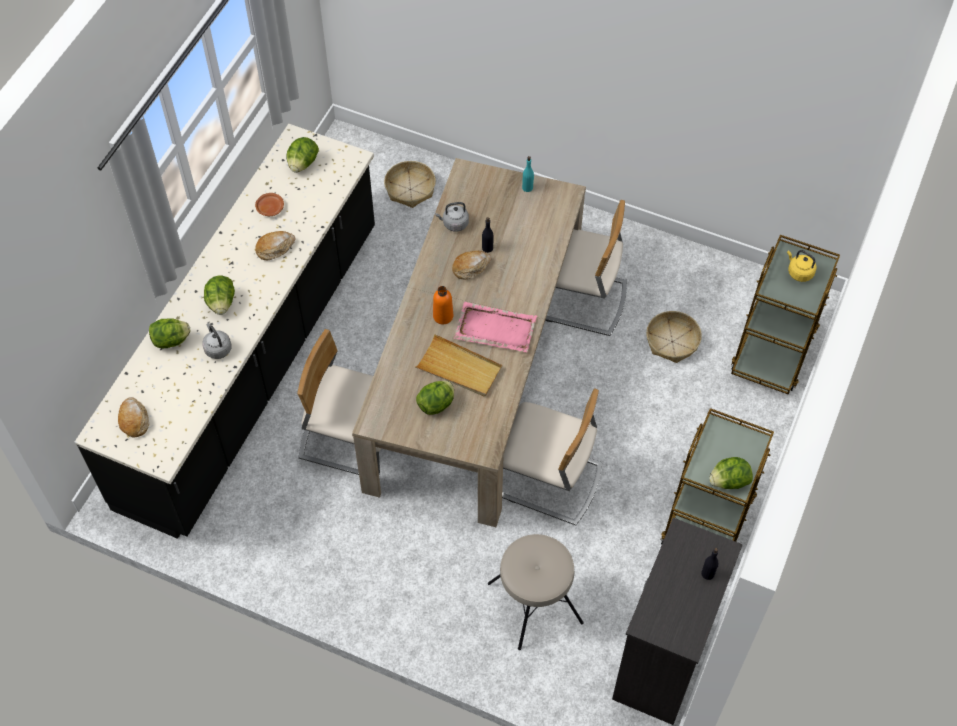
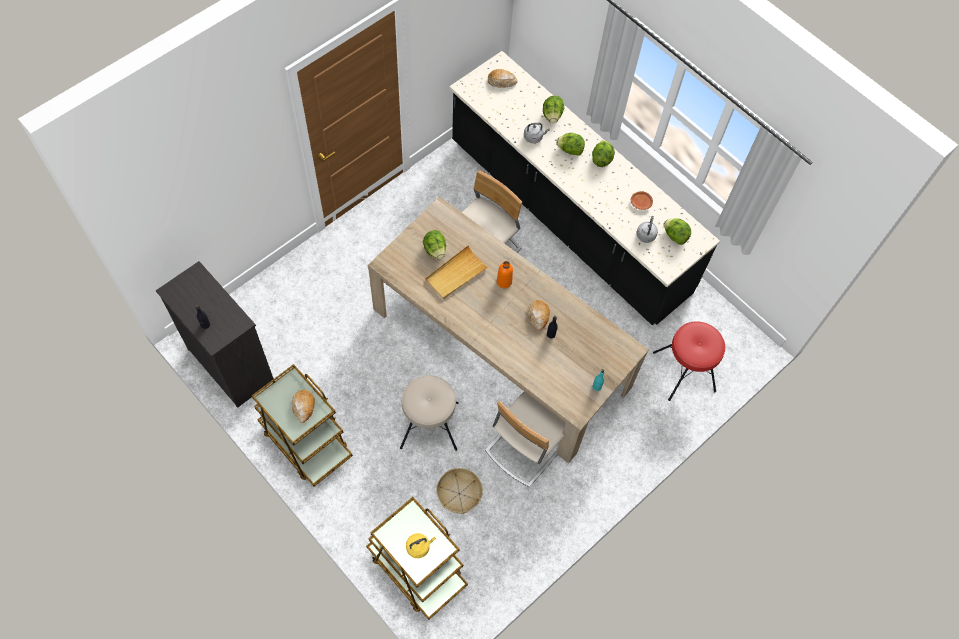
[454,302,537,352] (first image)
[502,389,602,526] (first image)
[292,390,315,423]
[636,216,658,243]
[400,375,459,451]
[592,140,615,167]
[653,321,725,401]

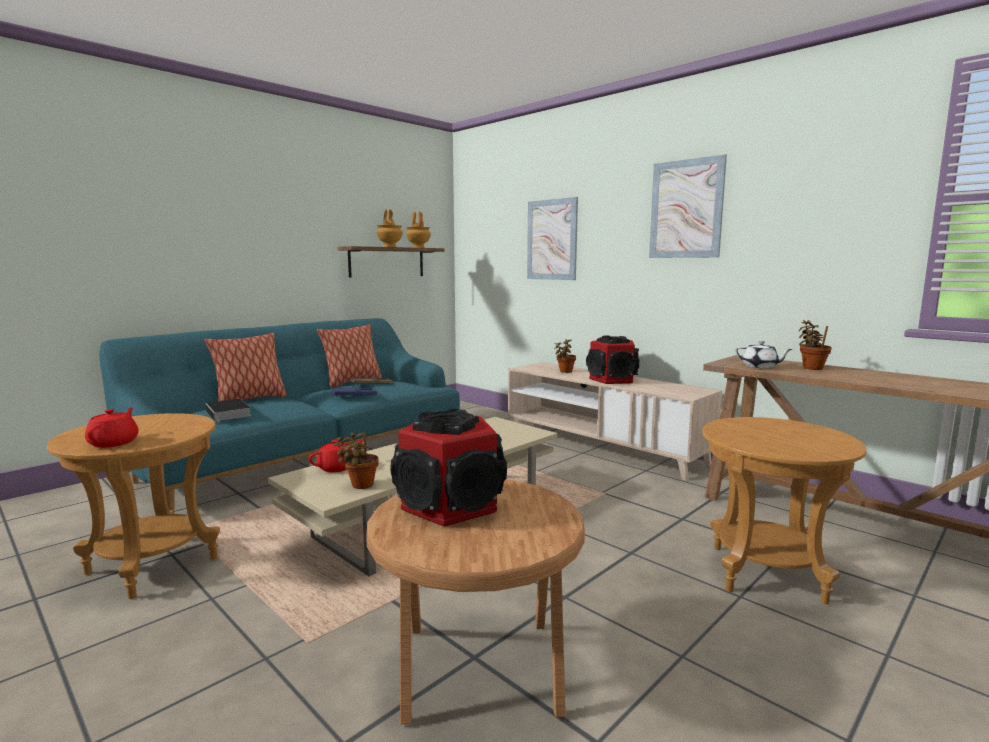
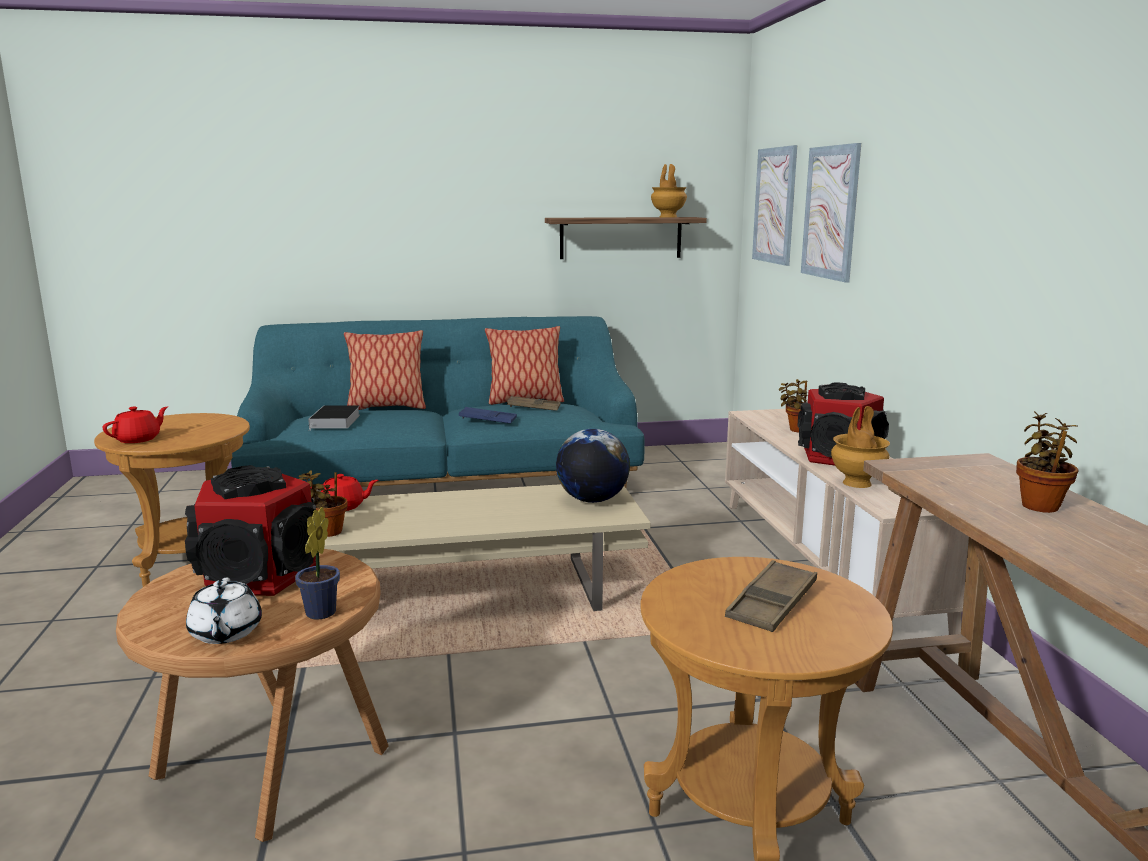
[295,507,340,619]
[556,429,630,503]
[725,560,817,632]
[831,406,890,488]
[752,145,797,266]
[186,578,262,644]

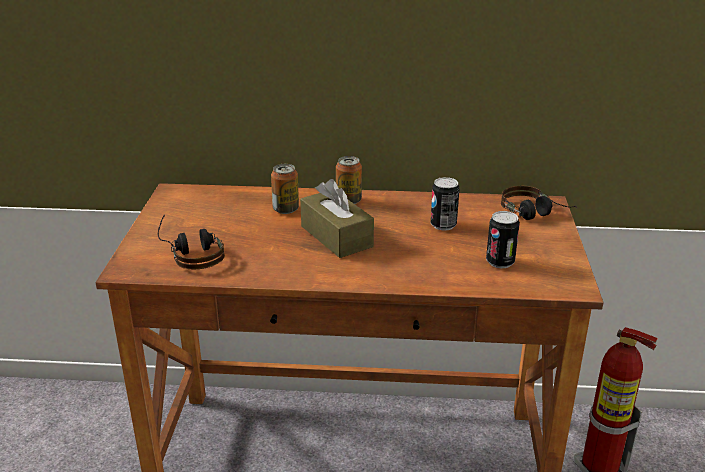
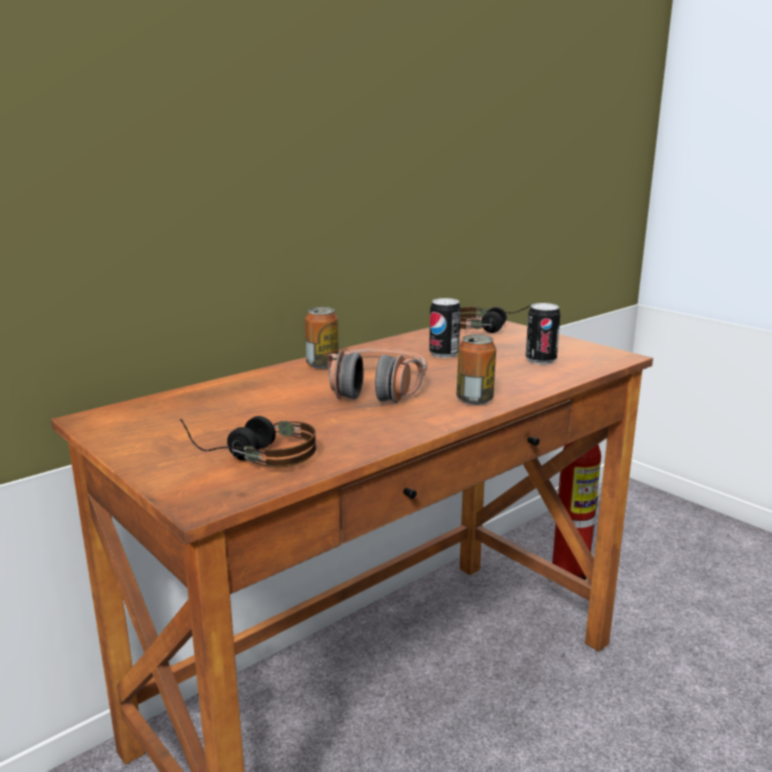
[457,334,496,405]
[327,348,427,404]

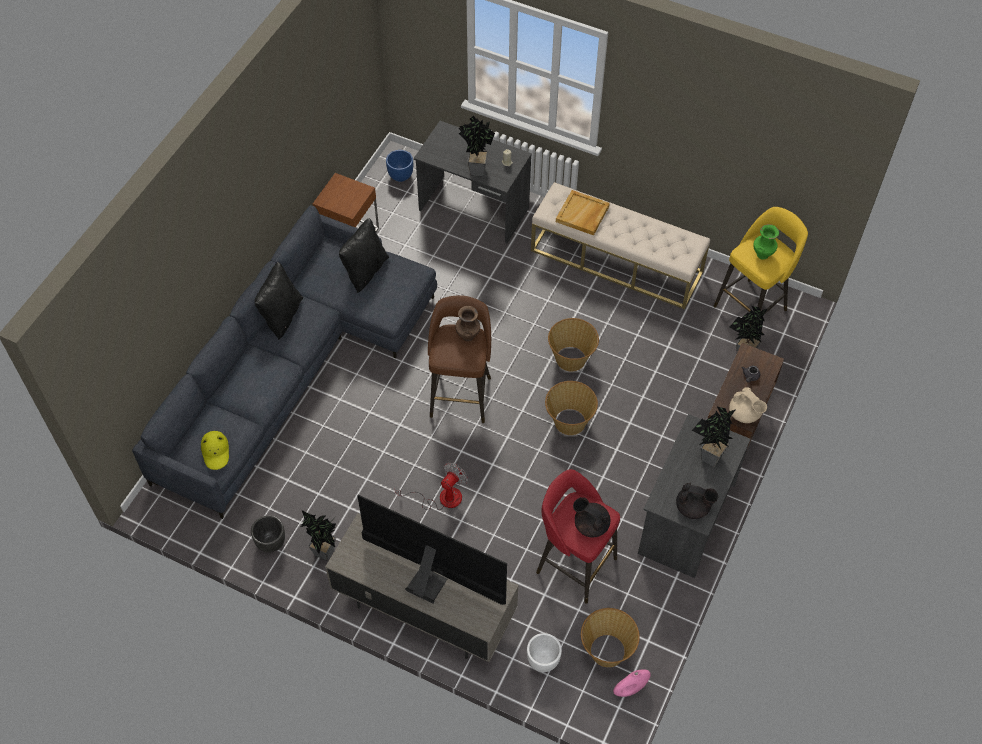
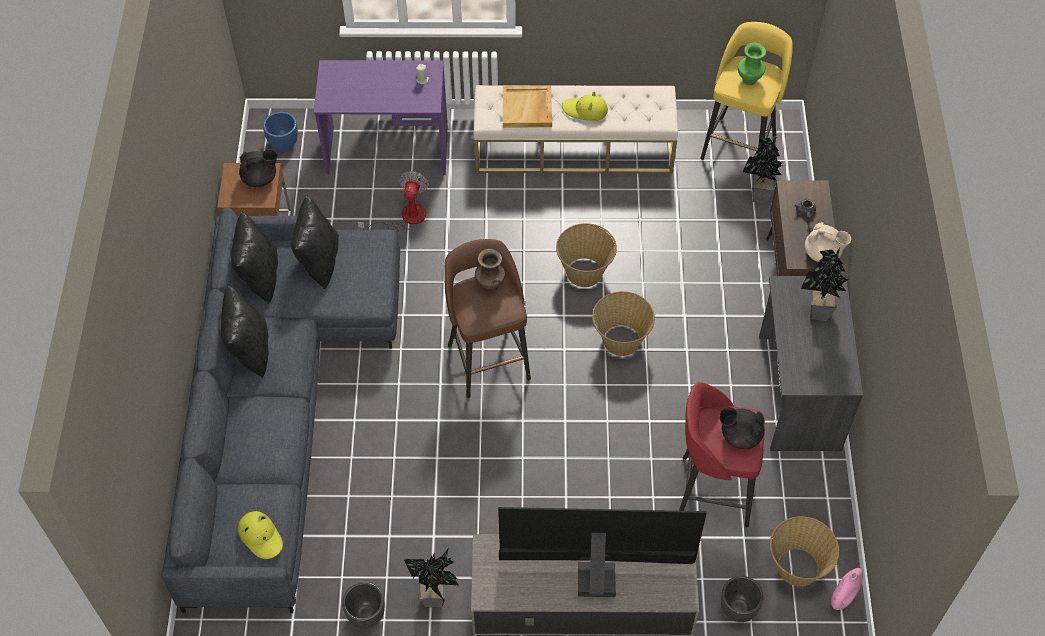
[458,116,495,177] (first image)
[231,213,278,303]
[562,91,608,121]
[357,171,429,233]
[239,149,277,187]
[314,60,448,175]
[721,576,764,622]

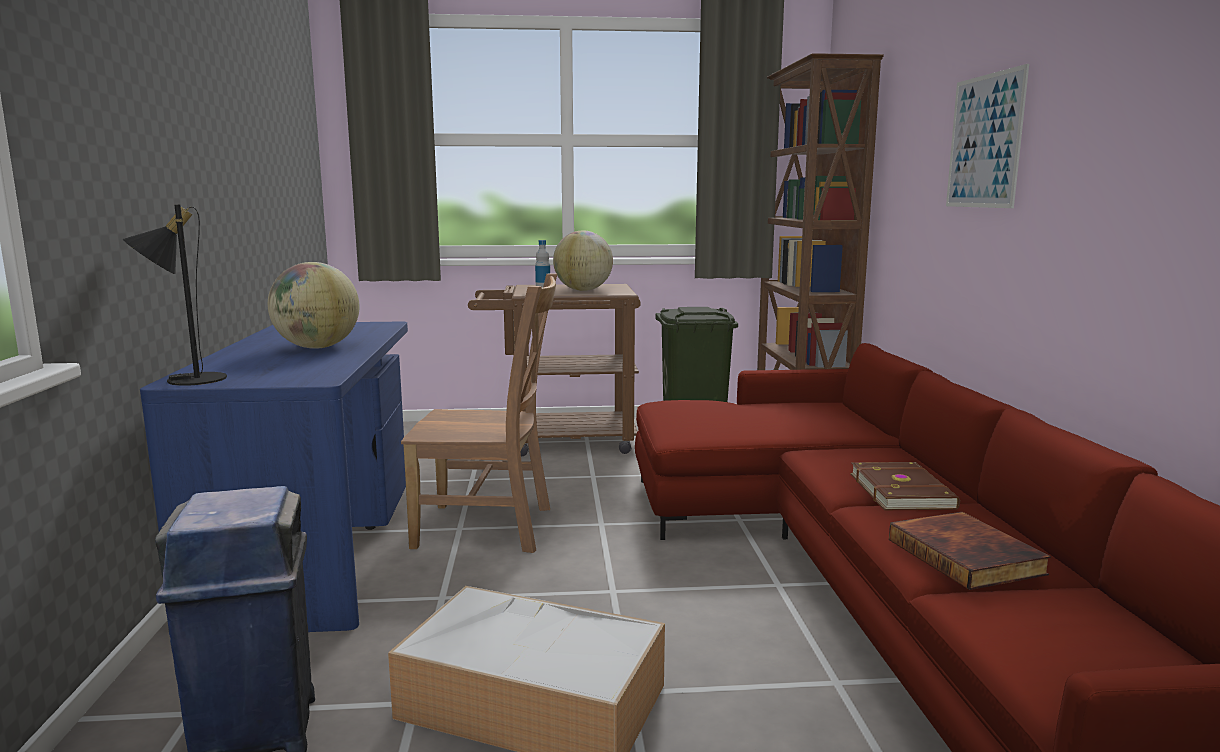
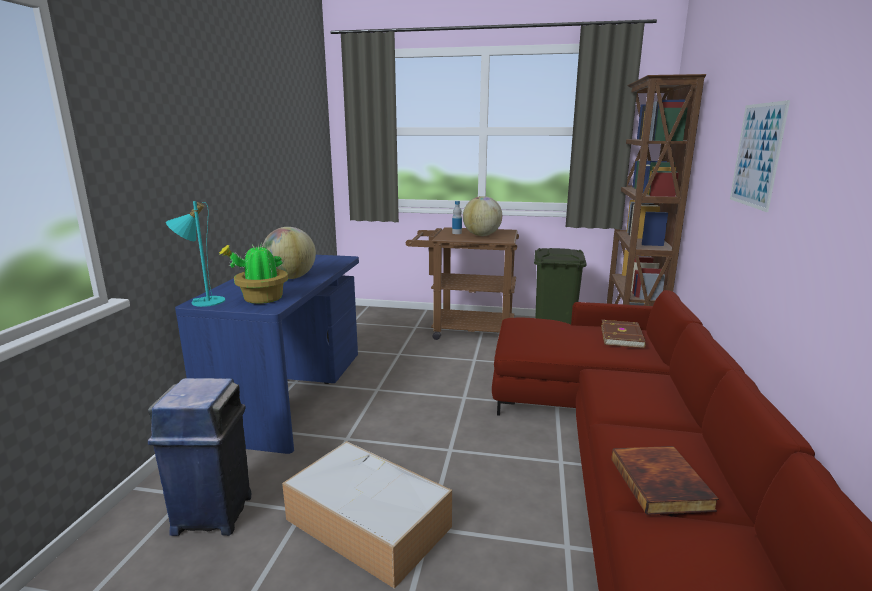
[401,273,557,553] (first image)
[219,241,288,304]
[601,320,646,348]
[166,201,225,307]

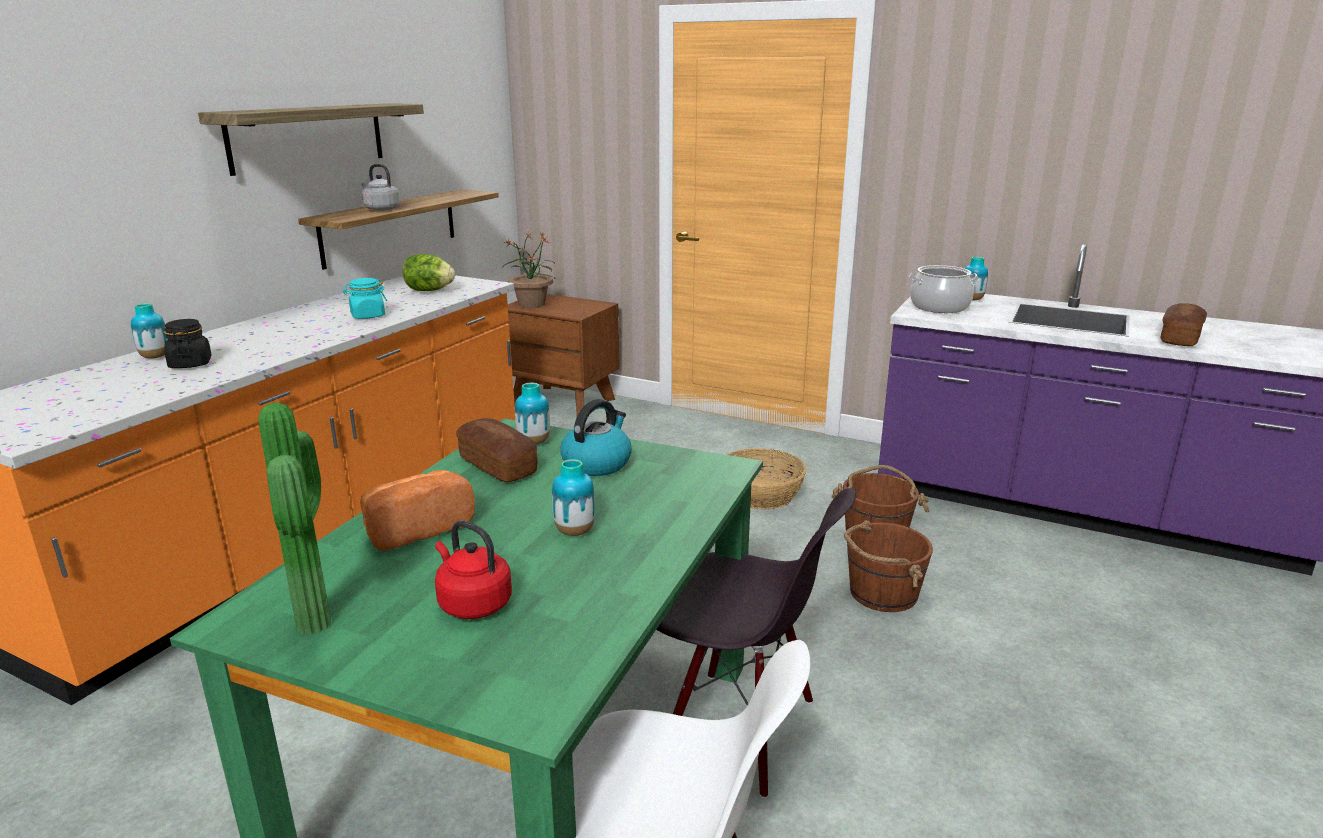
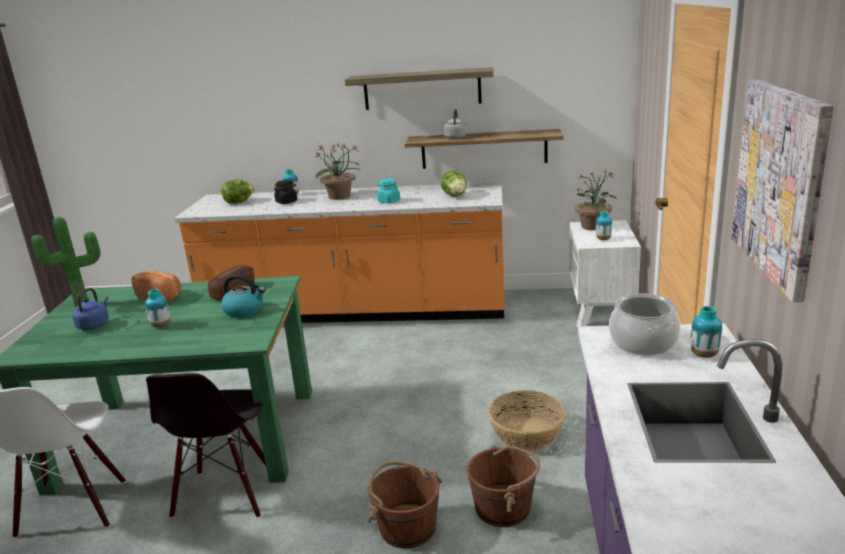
[1160,303,1207,346] (first image)
[221,179,254,204]
[313,144,361,200]
[732,79,834,302]
[596,211,612,240]
[72,288,109,330]
[569,220,641,327]

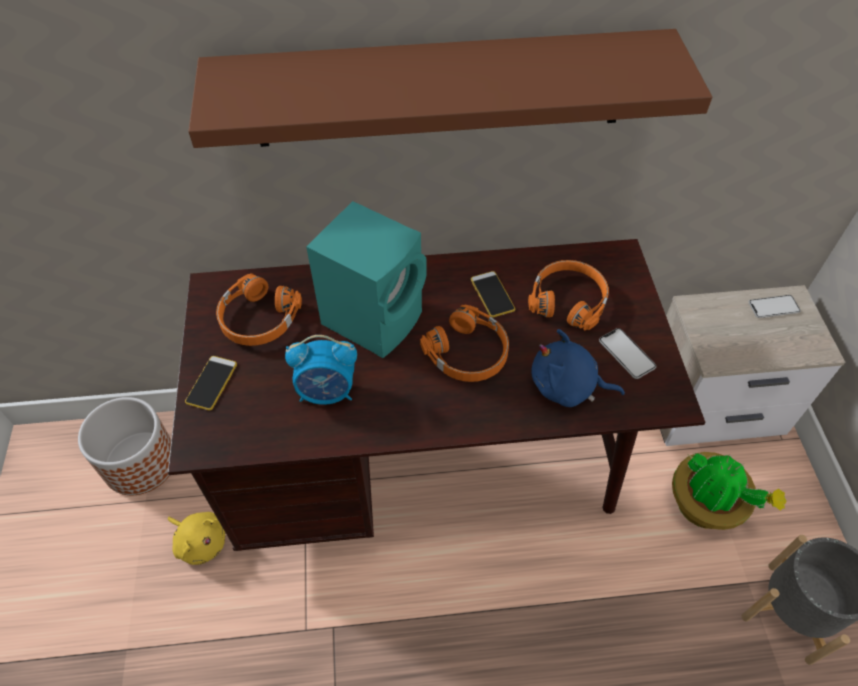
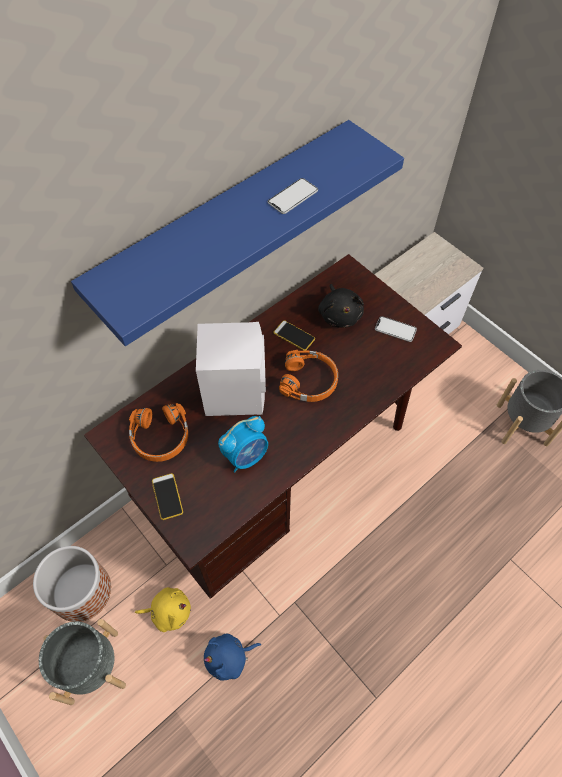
[672,452,787,530] (first image)
[39,619,126,705]
[204,634,261,681]
[268,178,318,214]
[318,284,364,328]
[71,120,404,346]
[196,322,266,416]

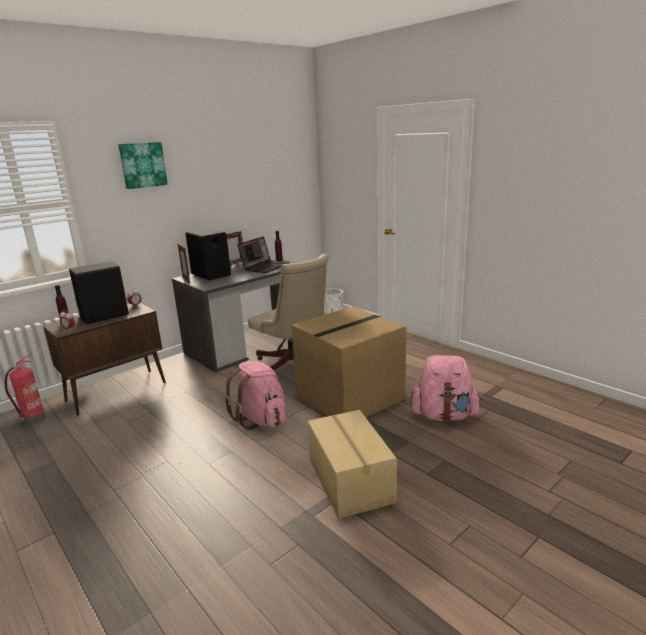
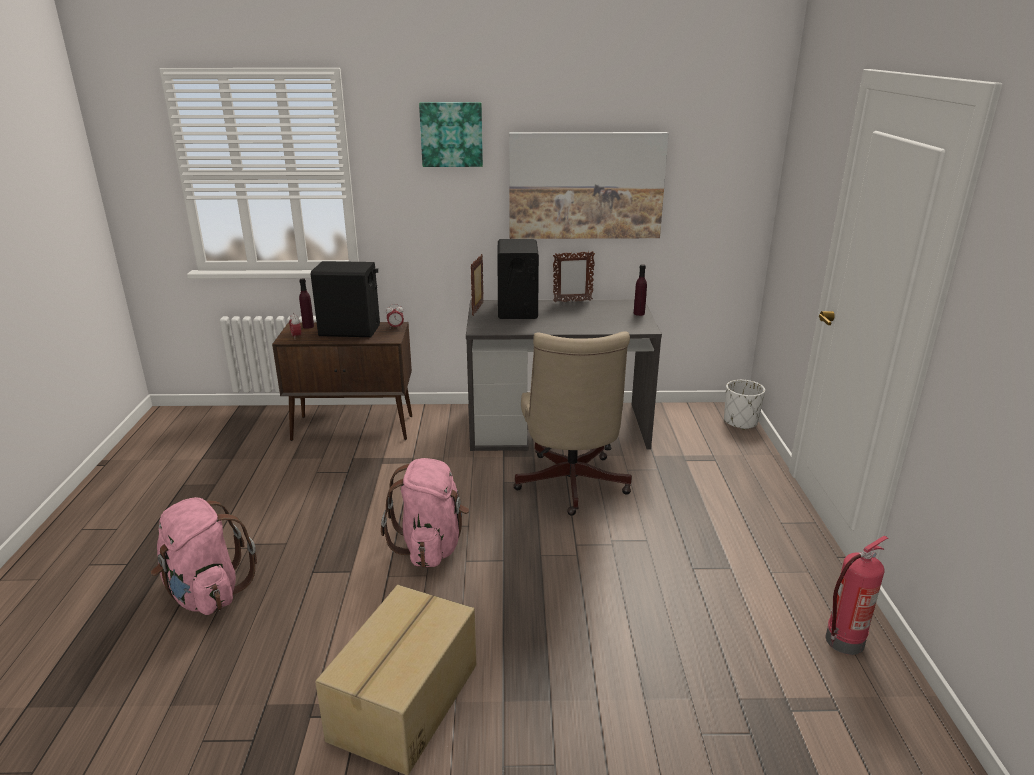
[238,236,290,273] (first image)
[291,306,406,417] (first image)
[509,132,669,239]
[826,536,889,655]
[151,497,257,615]

